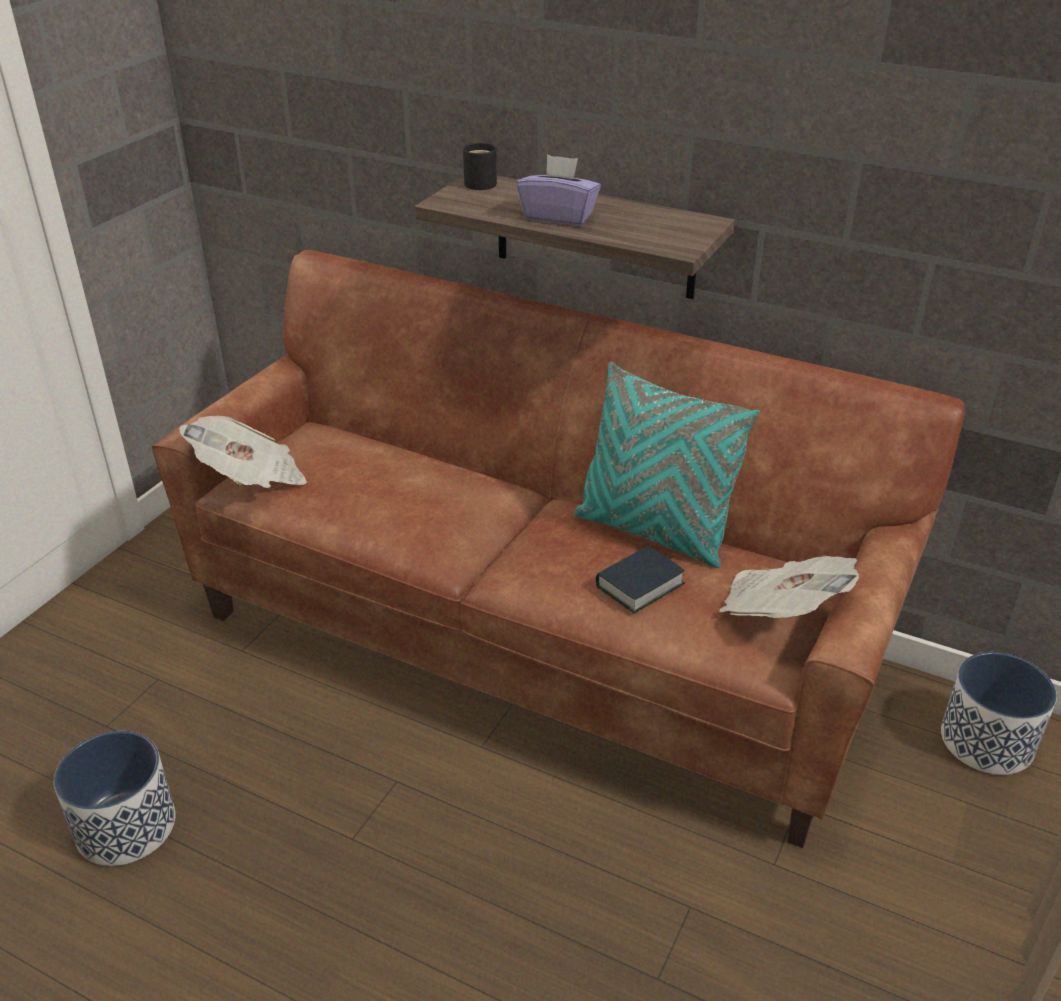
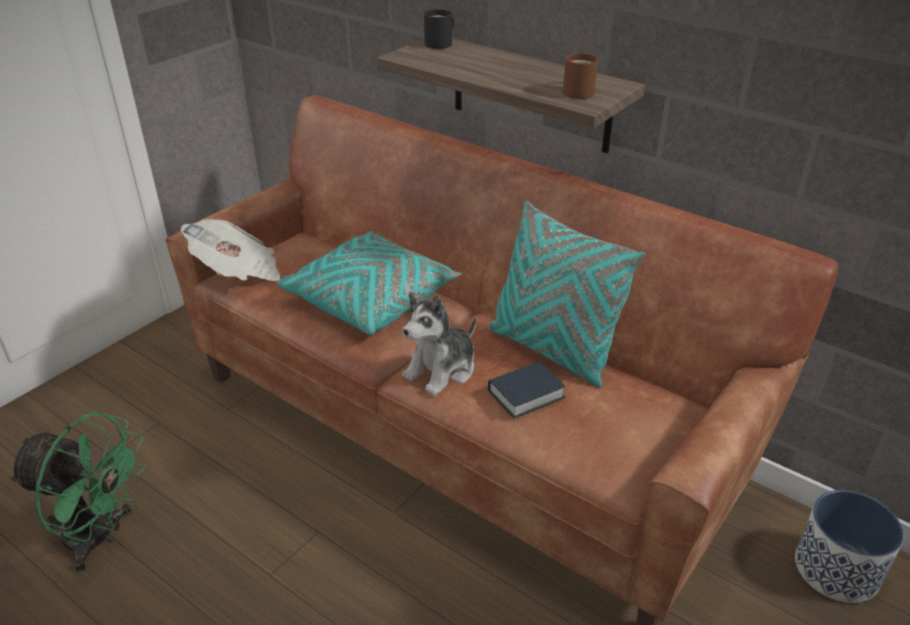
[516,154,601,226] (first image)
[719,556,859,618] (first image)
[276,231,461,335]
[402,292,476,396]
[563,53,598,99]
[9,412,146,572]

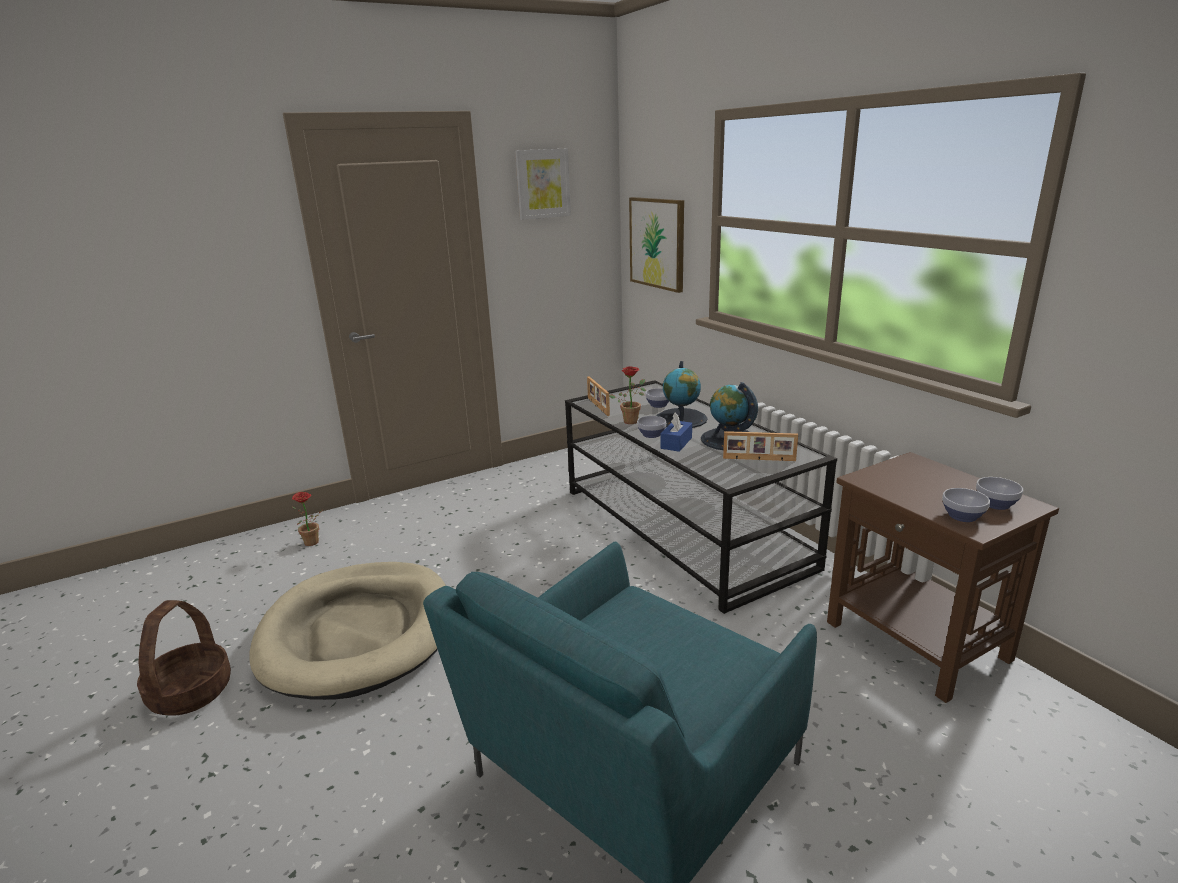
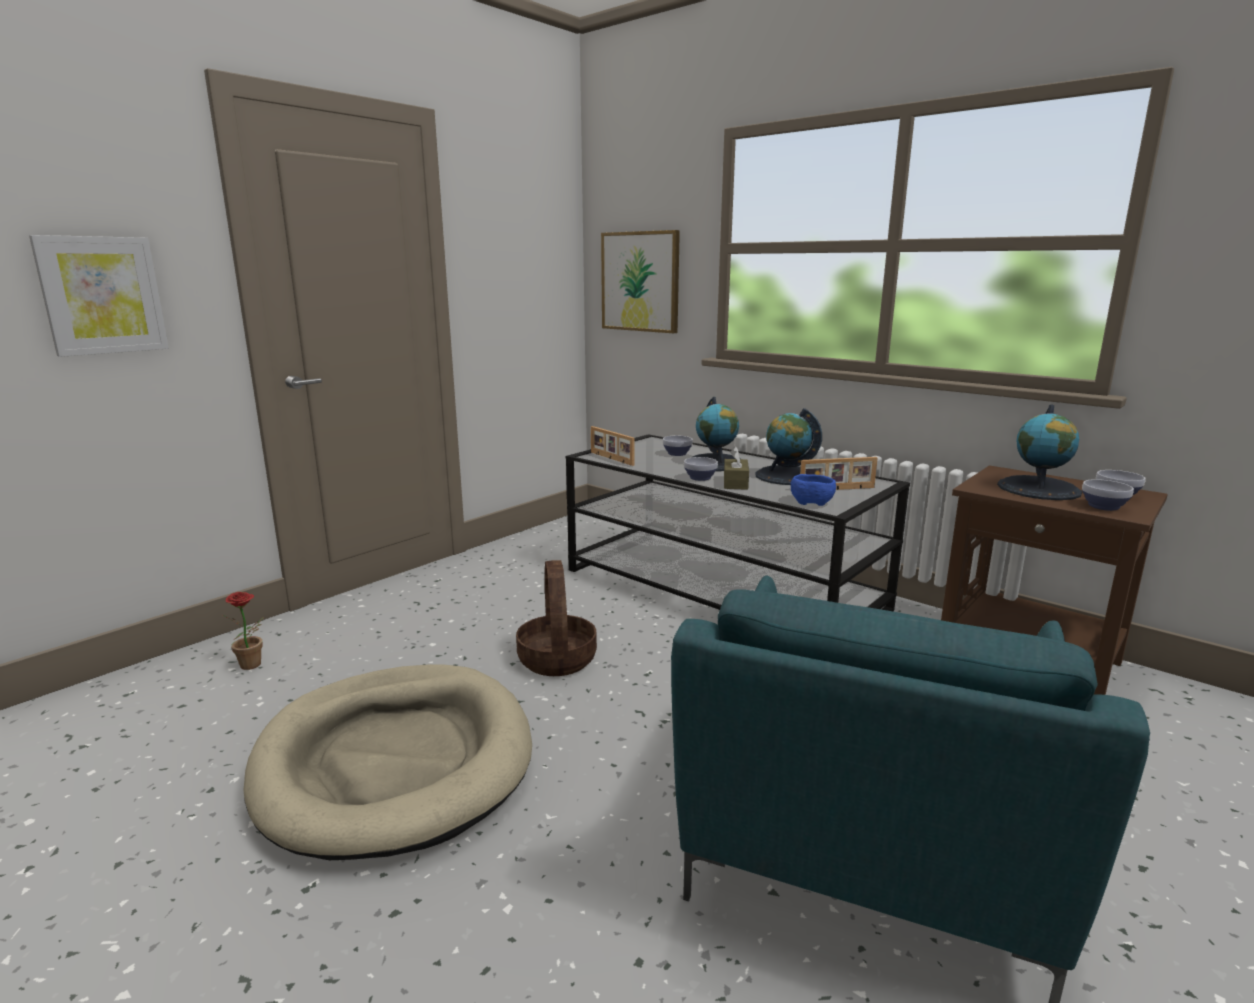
[608,367,646,424] (first image)
[791,474,836,506]
[997,404,1082,500]
[516,560,597,676]
[29,235,169,357]
[724,446,749,490]

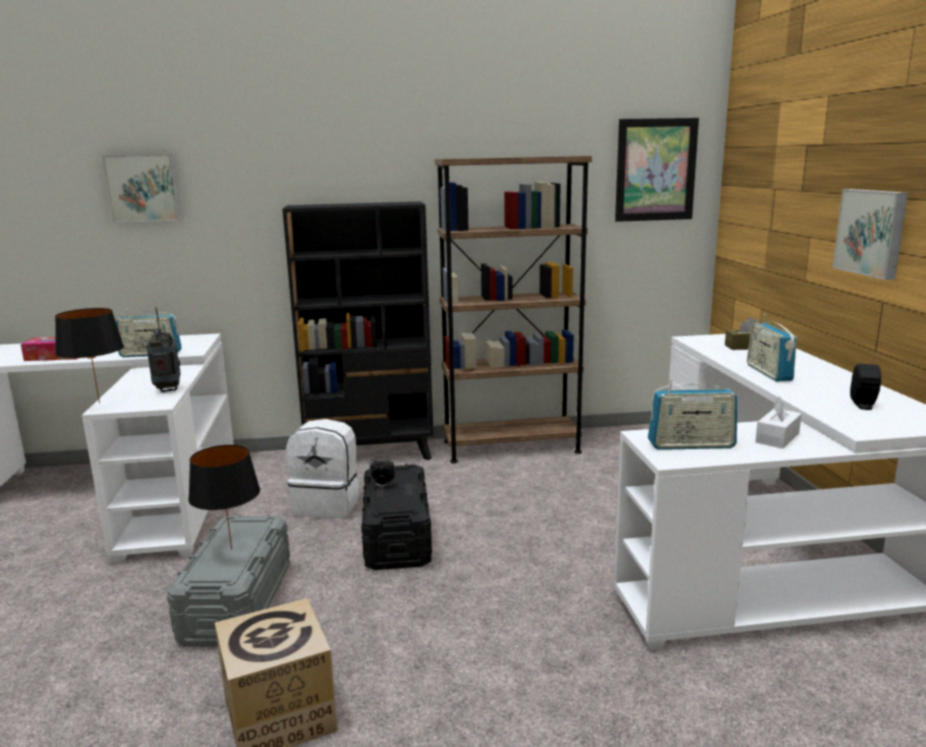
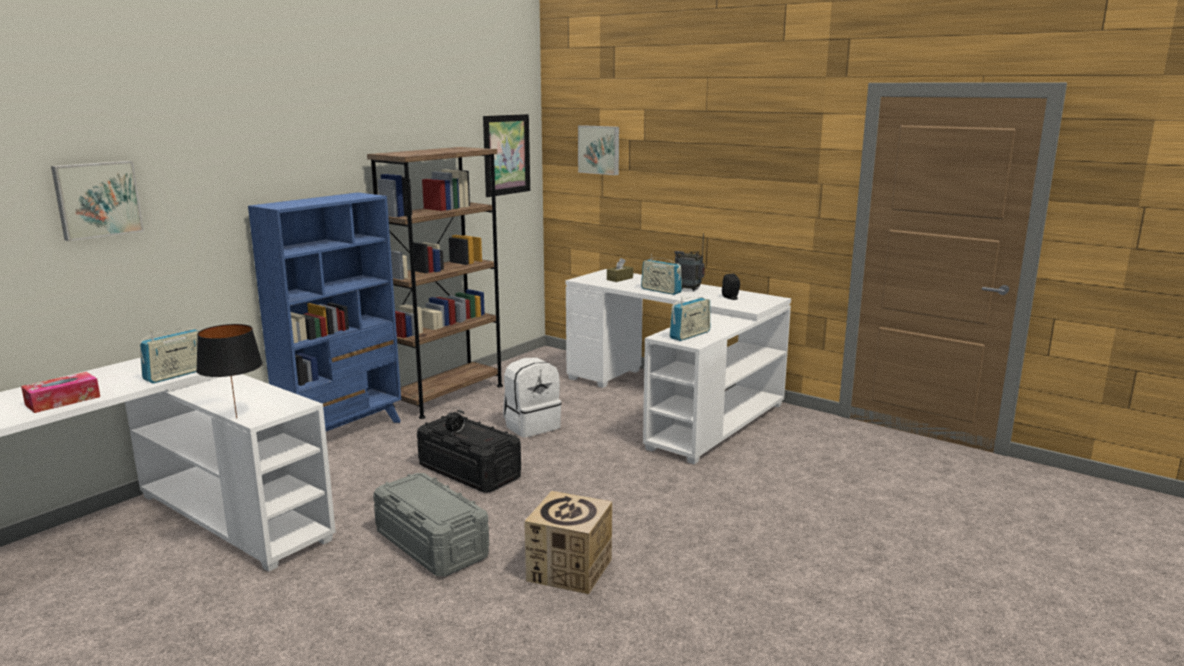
[188,445,260,550] (first image)
[755,396,802,449] (first image)
[675,233,705,291]
[503,358,561,437]
[578,125,619,175]
[248,192,401,431]

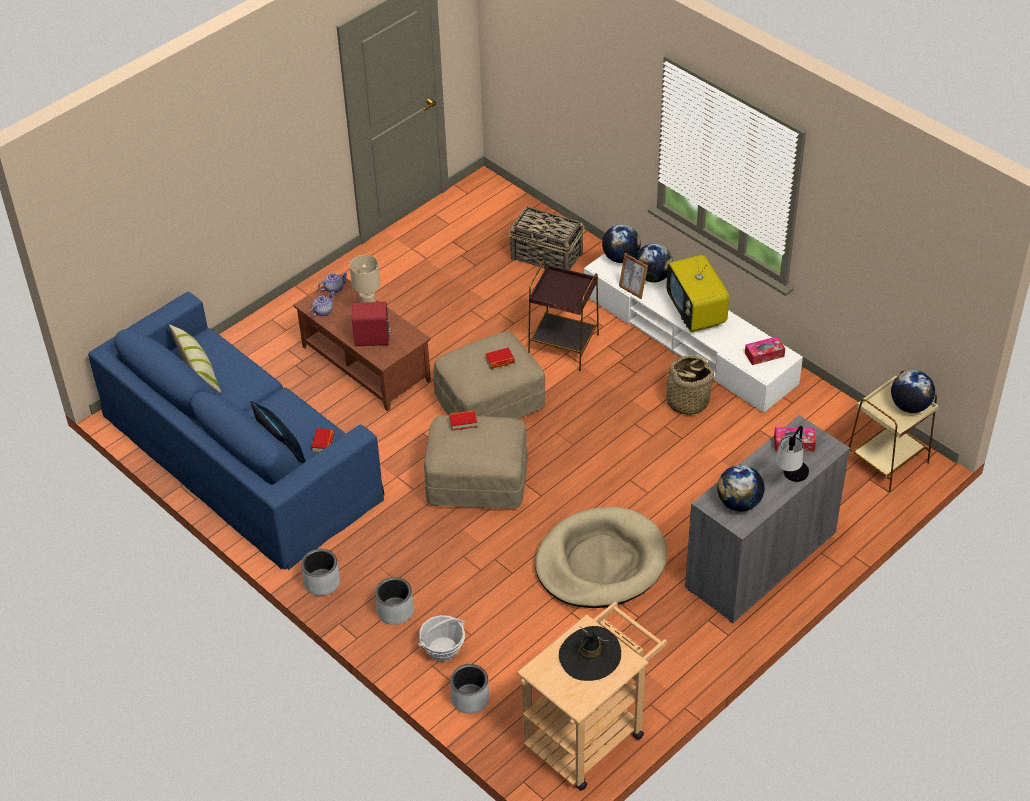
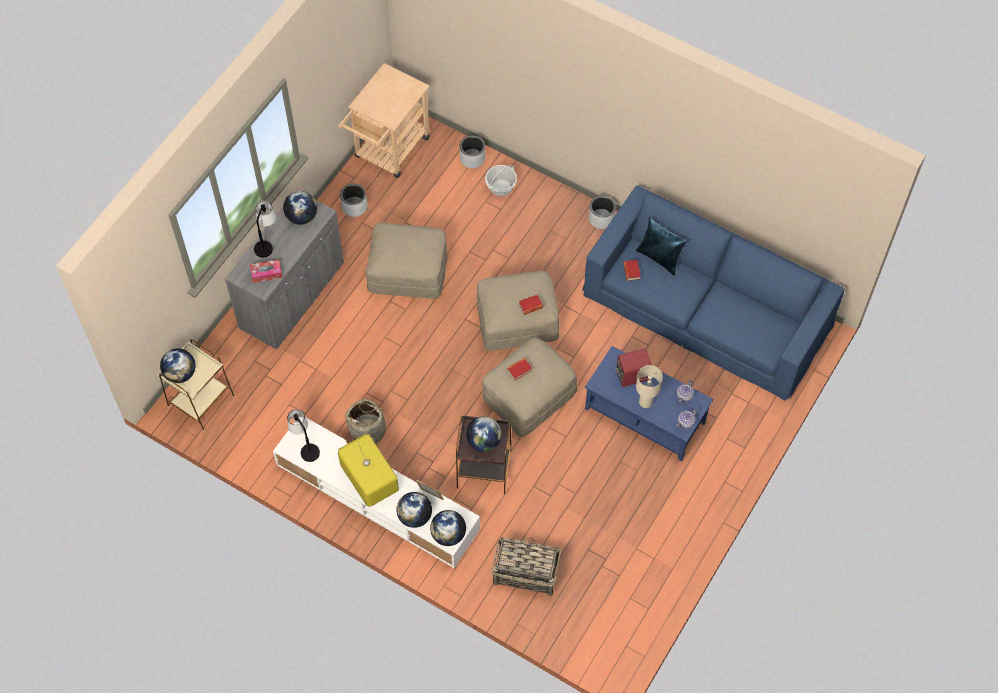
[169,324,221,393] (first image)
[559,626,621,681] (first image)
[466,416,502,452]
[340,183,368,217]
[366,223,447,299]
[287,409,320,462]
[585,346,713,461]

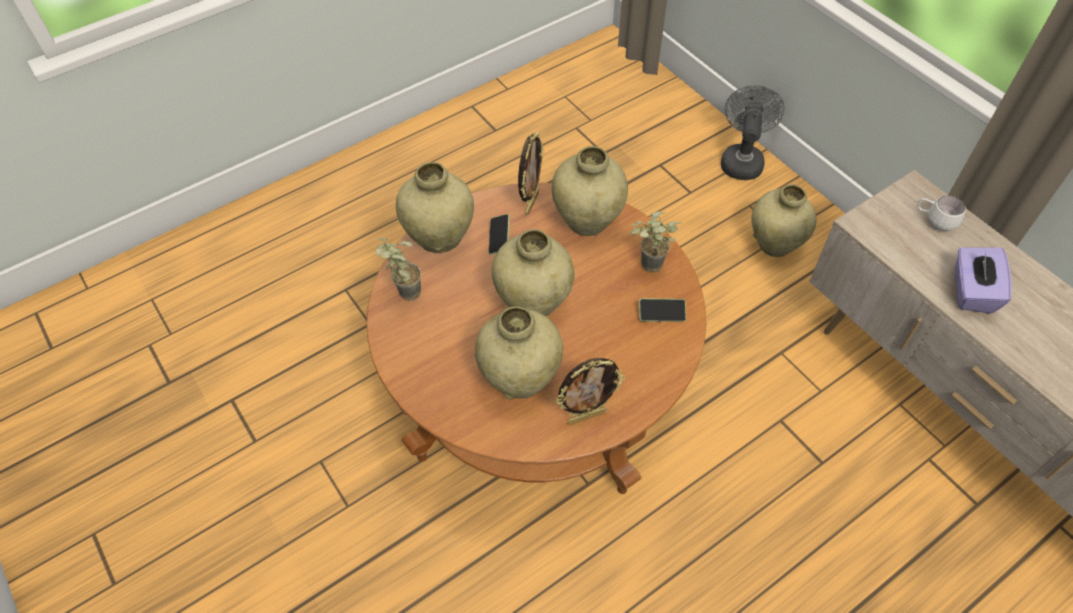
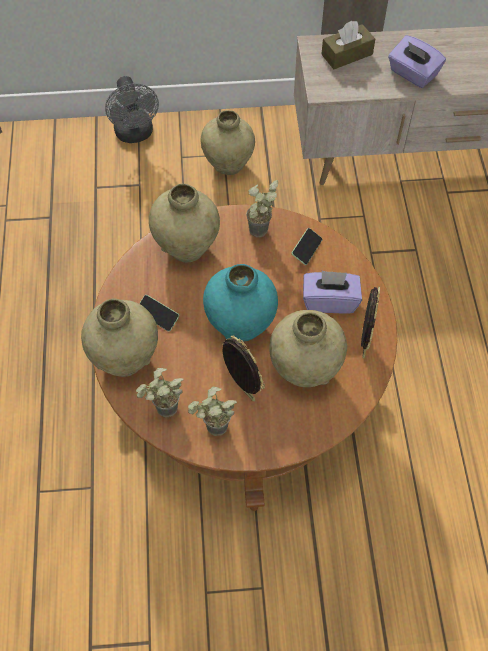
[188,387,237,436]
[303,271,362,314]
[222,335,265,401]
[321,21,375,69]
[203,264,278,341]
[105,76,159,143]

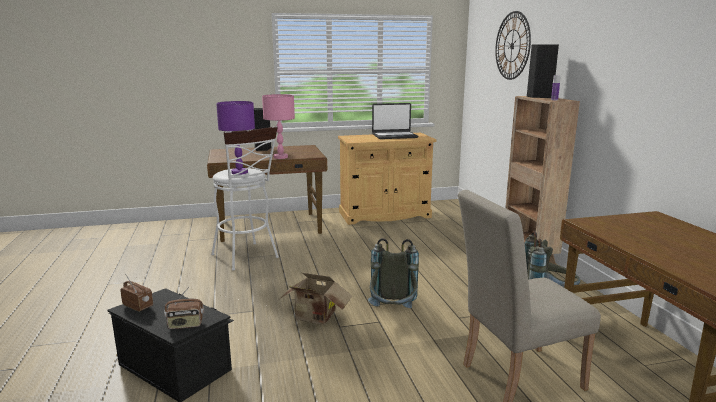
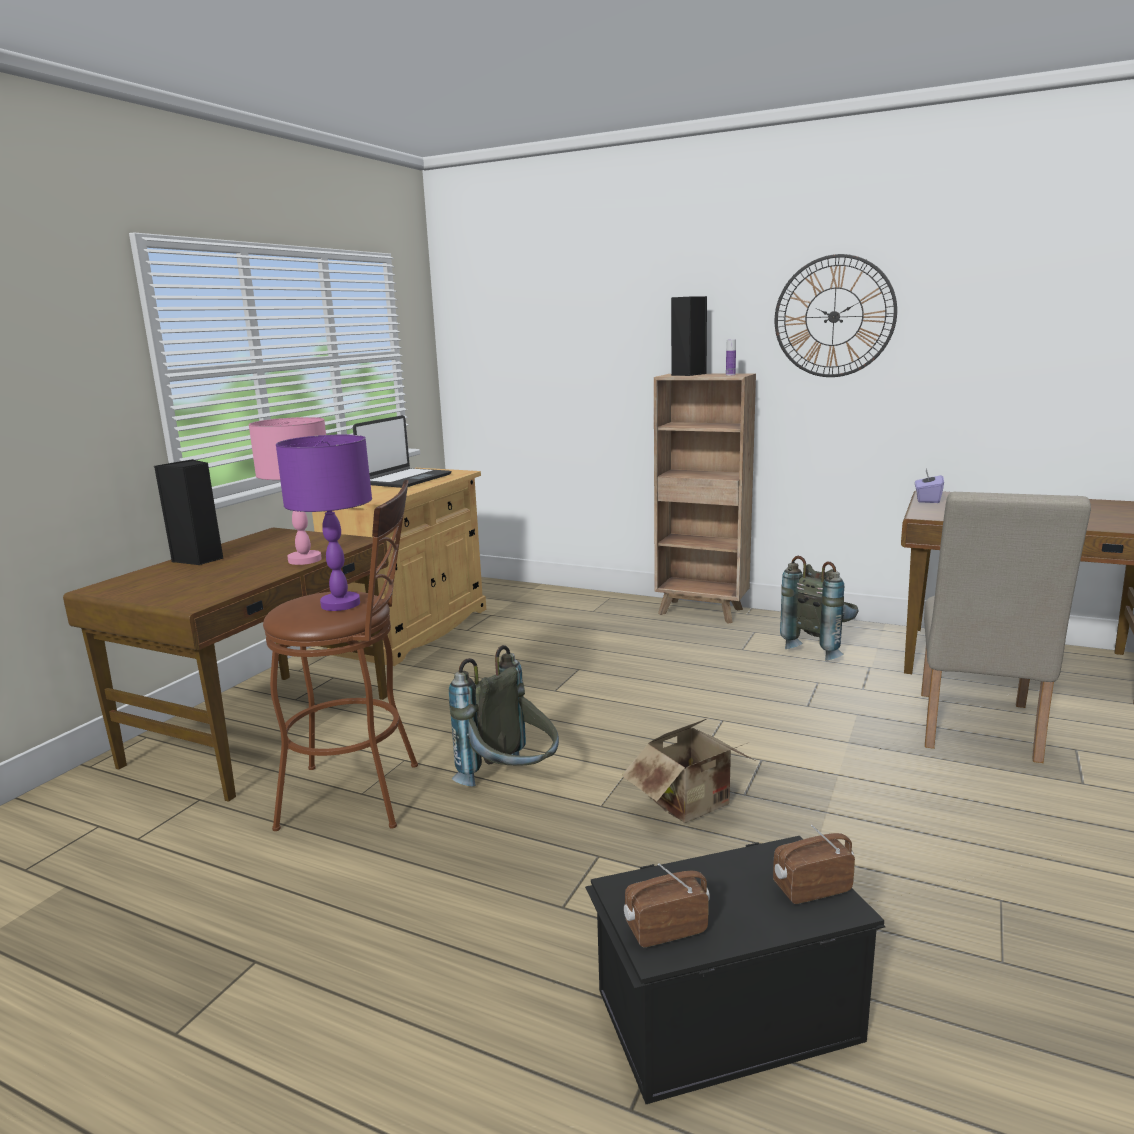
[915,468,944,503]
[449,645,559,787]
[775,254,897,377]
[263,480,418,831]
[773,825,855,904]

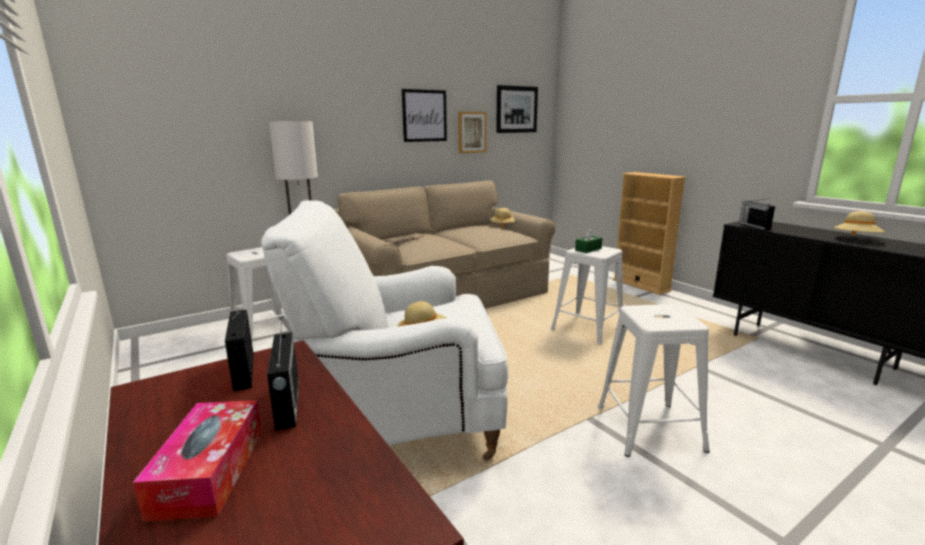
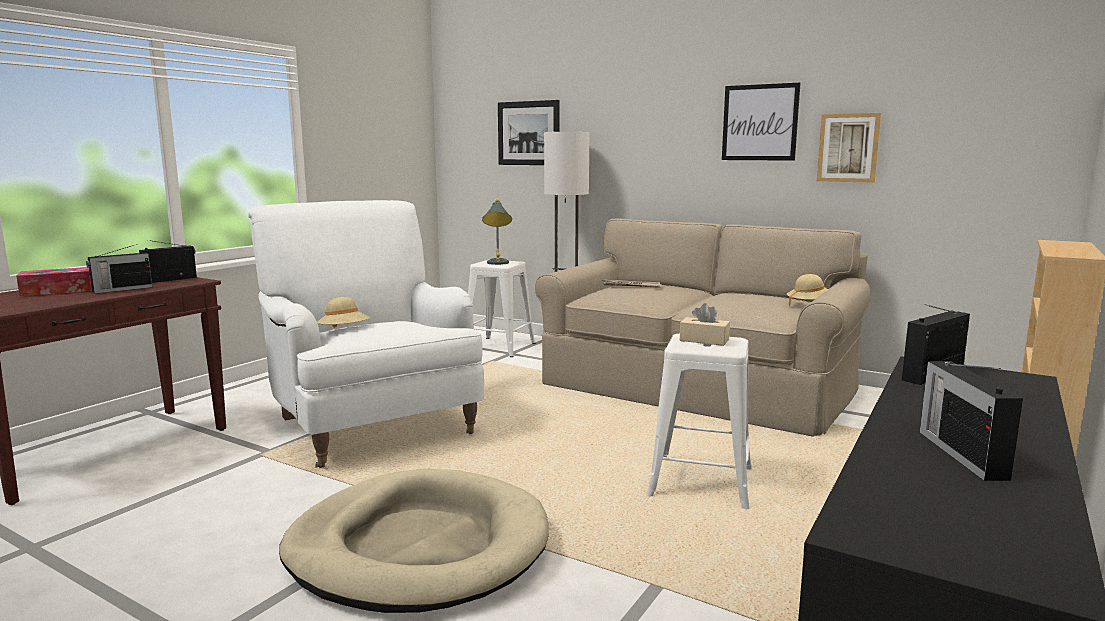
[482,198,512,265]
[498,100,559,165]
[279,469,549,613]
[920,361,1023,481]
[680,303,730,346]

